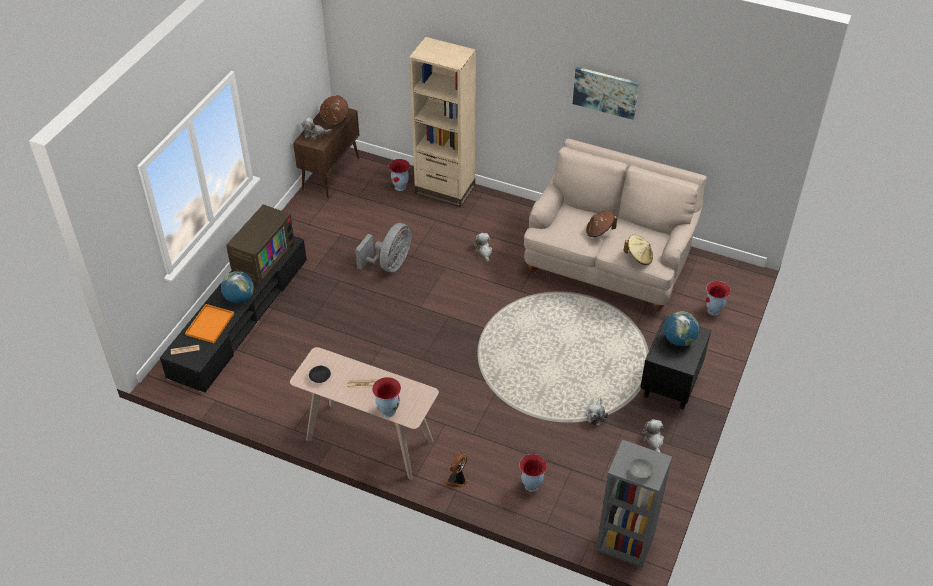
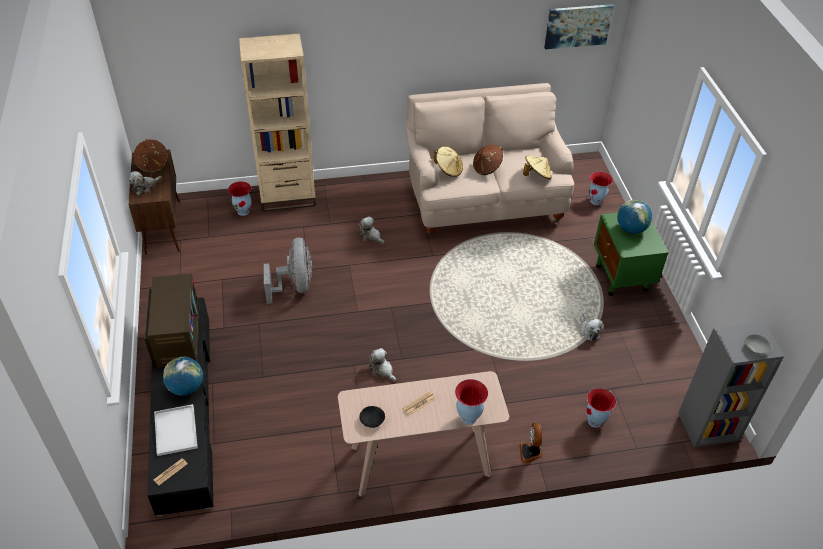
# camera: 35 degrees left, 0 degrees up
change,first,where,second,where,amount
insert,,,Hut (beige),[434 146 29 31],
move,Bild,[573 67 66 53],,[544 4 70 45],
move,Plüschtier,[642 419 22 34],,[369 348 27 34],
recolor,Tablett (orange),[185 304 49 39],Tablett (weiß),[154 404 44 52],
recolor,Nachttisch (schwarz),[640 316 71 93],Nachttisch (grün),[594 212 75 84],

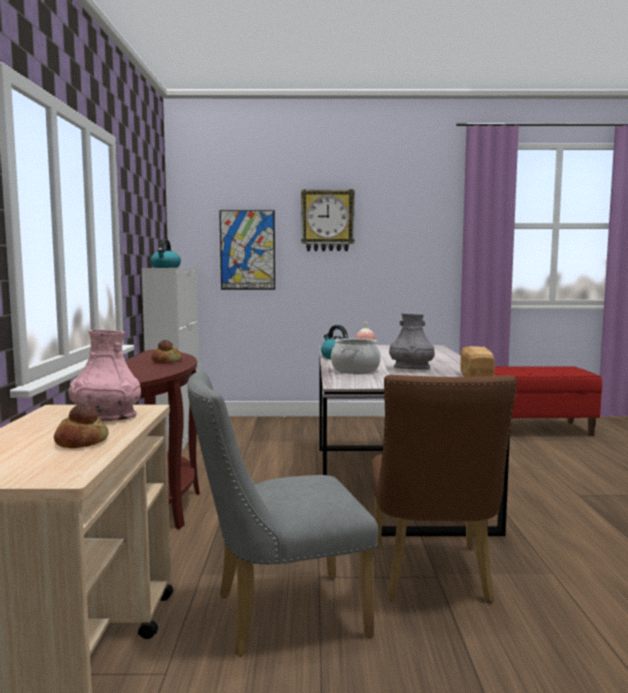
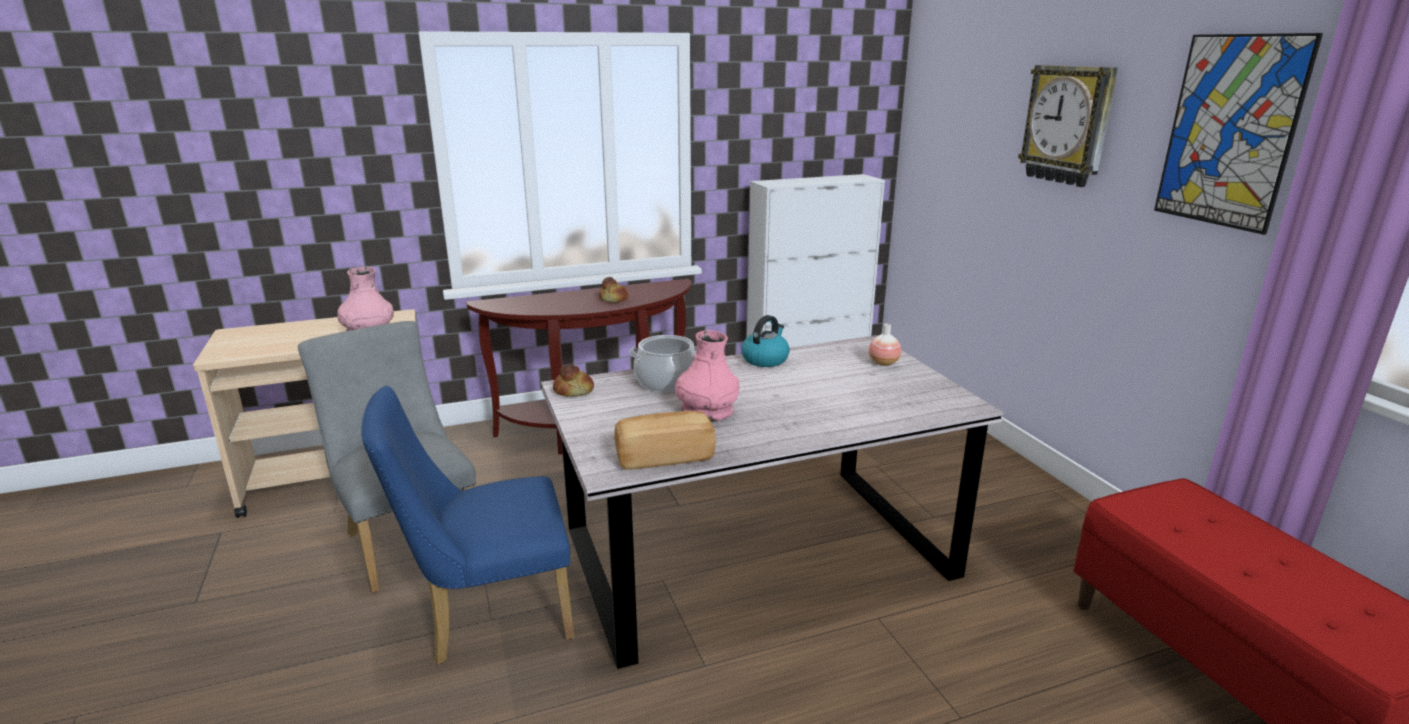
# camera: 70 degrees right, 15 degrees up
change,first,where,second,where,amount
delete,Wasserkessel,[151 239 30 29],,,
move,Brot,[54 403 55 45],,[553 364 41 32],
move,Bild,[219 210 56 80],,[1154 33 169 202],
recolor,Stuhl (braun),[371 375 146 227],Stuhl (blau),[361 386 213 279],
recolor,Vase (grau),[389 314 46 56],Vase (rosa),[675 330 65 91],

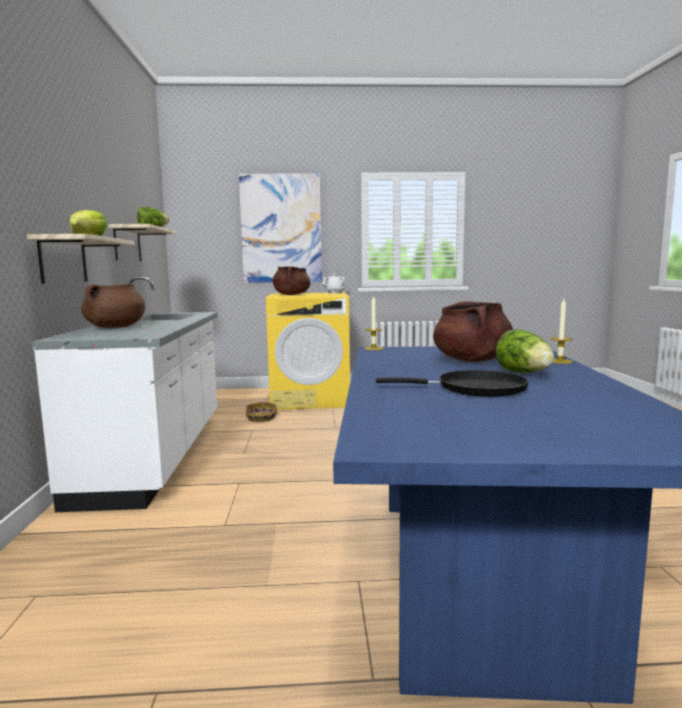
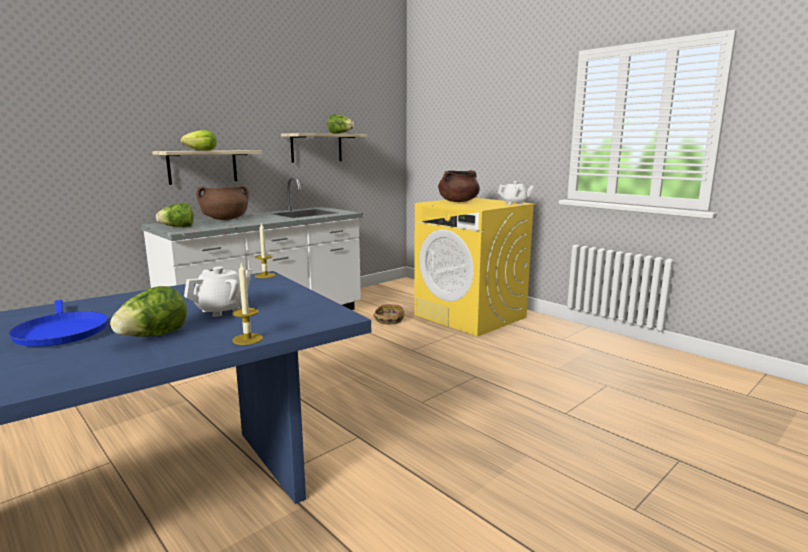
# camera: 50 degrees right, 5 degrees up
change,first,where,second,where,amount
delete,Bild,[239 173 83 110],,,
insert,,,Salatkopf,[156 203 38 24],
replace,Kochtopf (braun),[433 301 80 61],Teekanne (weiß),[184 266 68 51],
recolor,Pfanne (schwarz),[376 370 153 27],Pfanne (blau),[8 300 100 47],

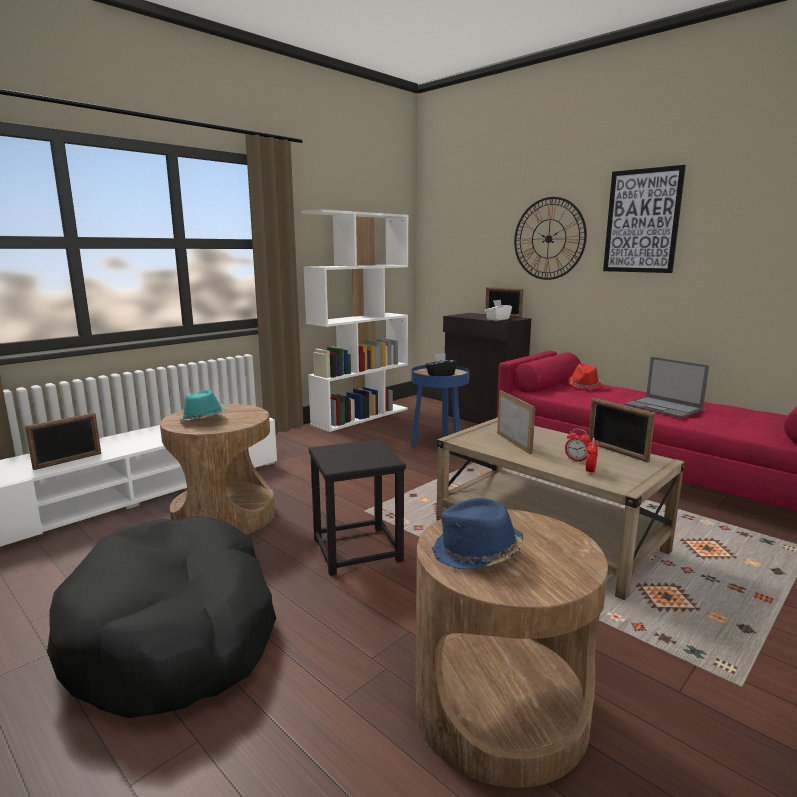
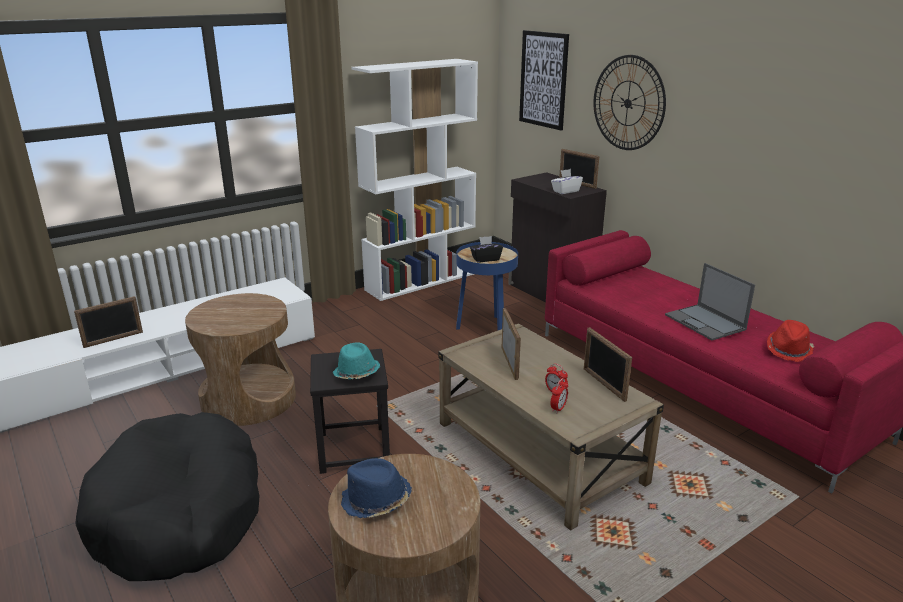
# camera: 10 degrees right, 10 degrees up
change,first,where,second,where,amount
move,Hut (türkis),[178 390 48 31],,[333 342 47 37],
move,Hut (rot),[568 364 33 26],,[767 320 47 42],
move,Bild,[603 165 83 108],,[519 30 50 100],

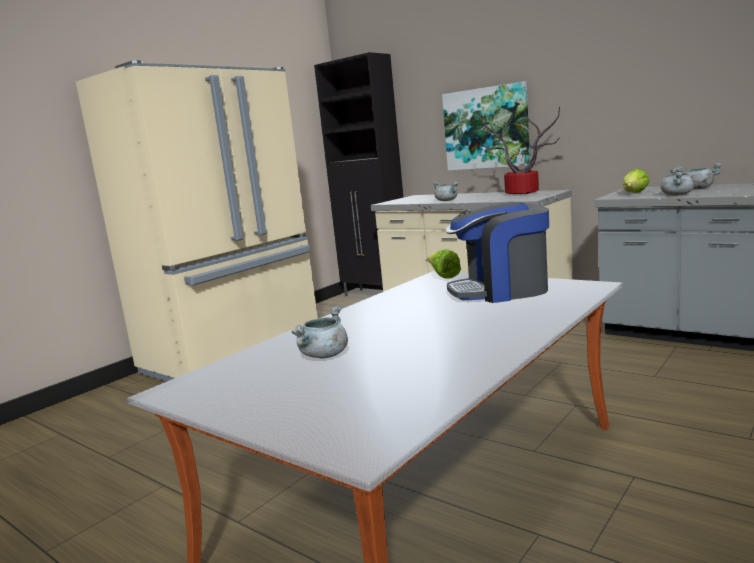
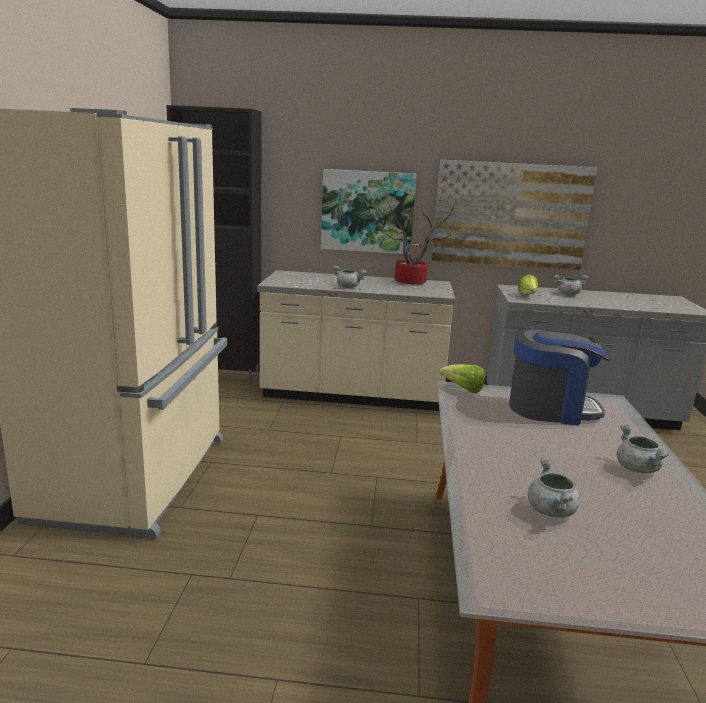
# camera: 35 degrees left, 5 degrees up
change,first,where,second,where,amount
insert,,,Bild,[431 160 166 110],
move,Kochtopf (grau),[660 168 34 27],,[617 425 52 48],
rotate,Kaffeemaschine,[445 201 104 102],,[509 330 102 95],135 degrees counterclockwise

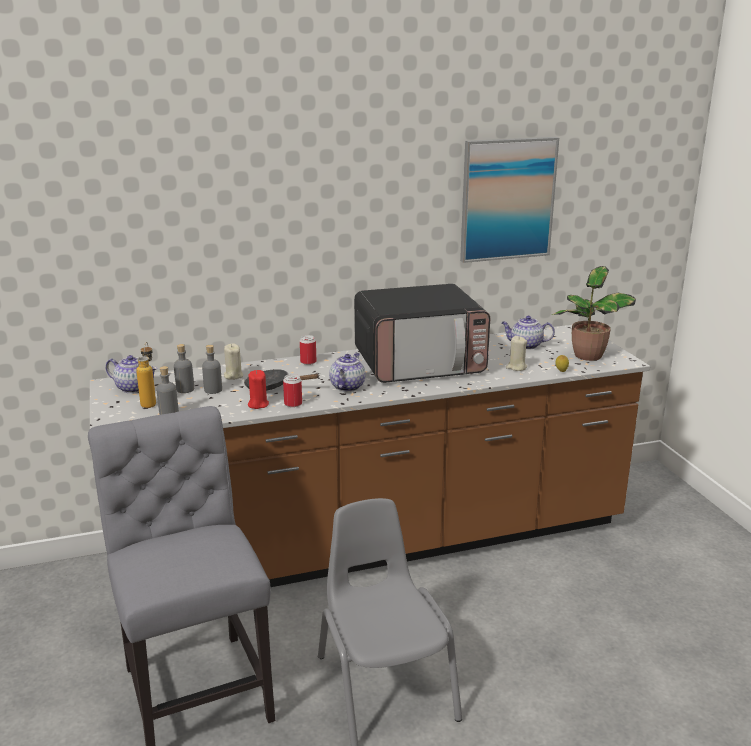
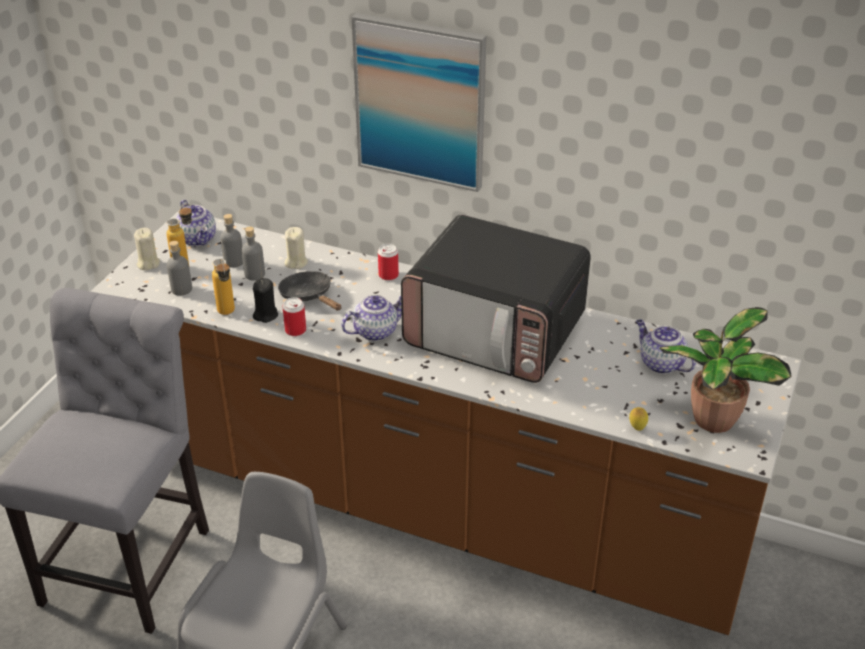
# camera: 40 degrees right, 15 degrees up
change,first,where,second,where,amount
insert,,,Flasche,[212 259 23 56],
move,Bild,[460 137 99 126],,[352 13 135 179],
move,Kerze (beige),[506 336 21 35],,[134 228 26 42],
recolor,Kerze (rot),[248 370 21 39],Kerze (schwarz),[253 278 25 45],

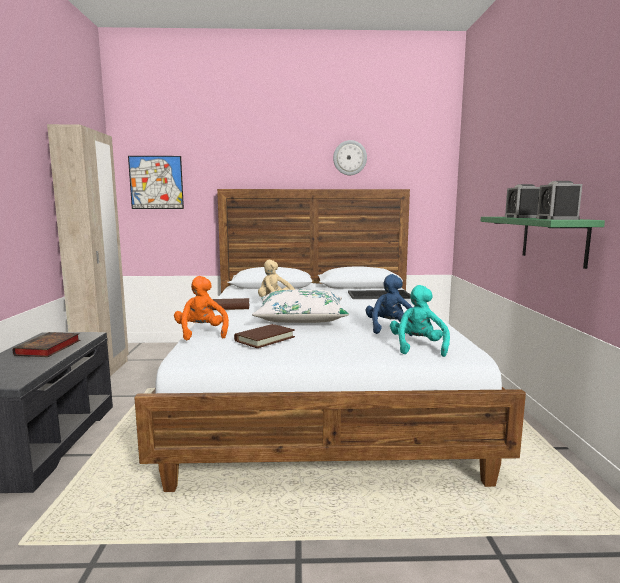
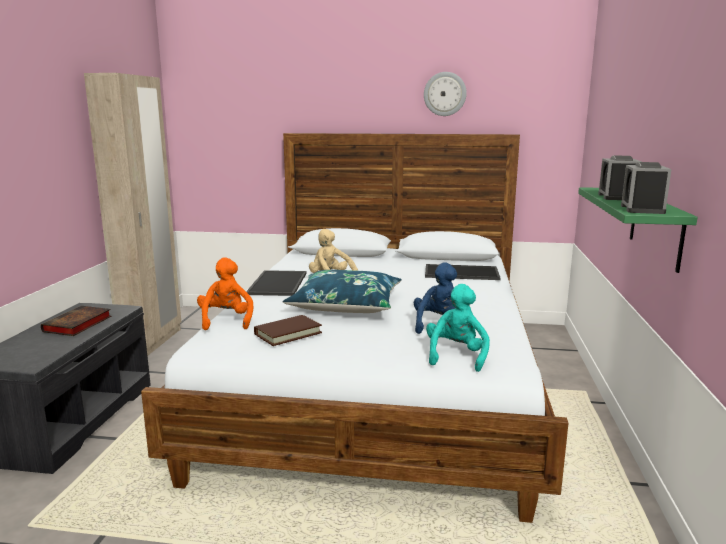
# camera: 10 degrees right, 5 degrees up
change,first,where,second,where,amount
delete,Bild,[128 156 56 53],,,
replace,Buch (braun),[211 298 38 12],Tablett,[246 270 61 26],
recolor,Kissen (weiß),[252 290 97 33],Kissen (blau),[282 270 120 43],

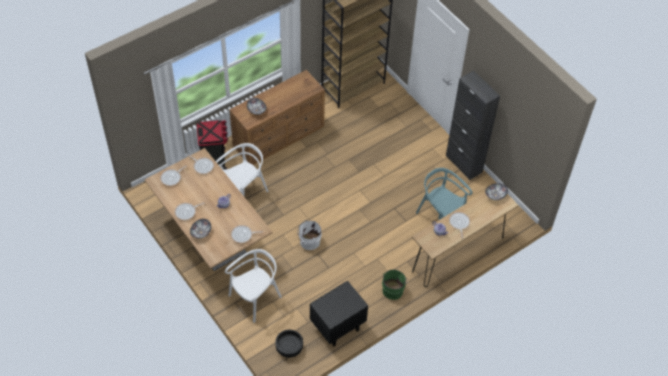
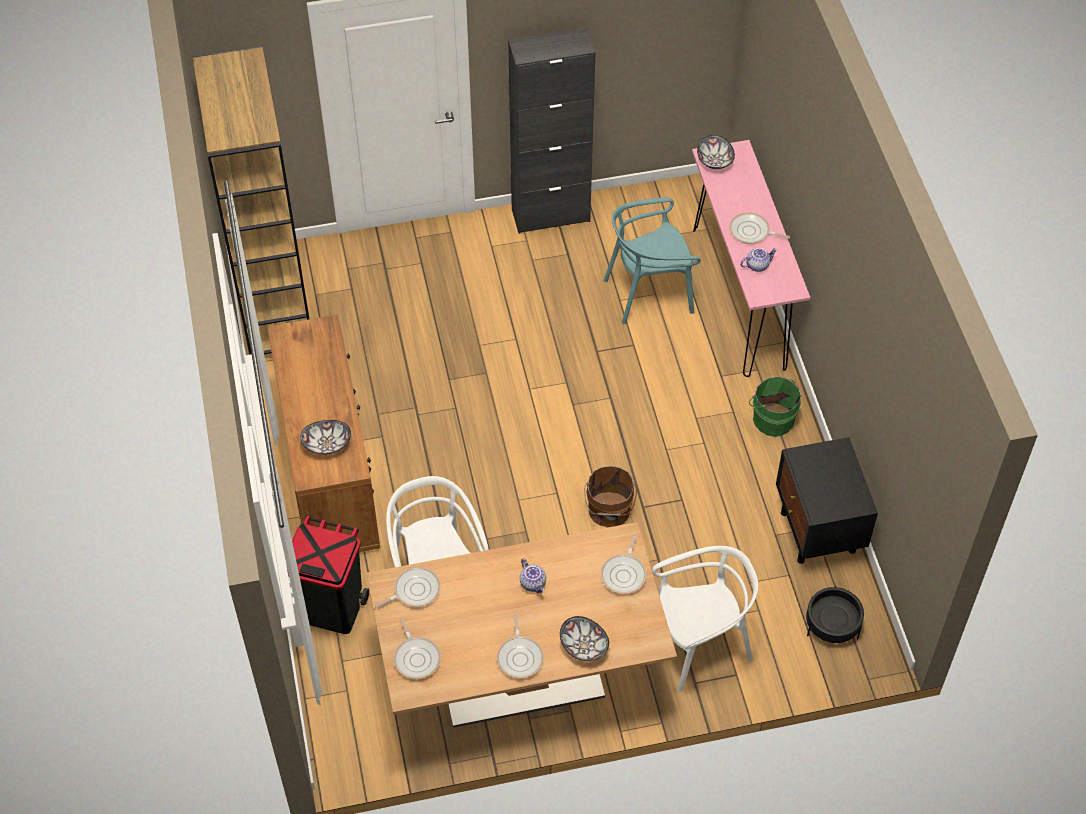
# camera: 65 degrees left, 0 degrees up
change,first,where,second,where,amount
recolor,Eimer (weiß),[297 220 25 30],Eimer (braun),[584 466 53 61],
recolor,Konsolentisch (braun),[412 192 106 95],Konsolentisch (rosa),[692 140 118 237],
rotate,Stuhl (weiß),[225 249 57 74],,[652 546 106 146],90 degrees clockwise

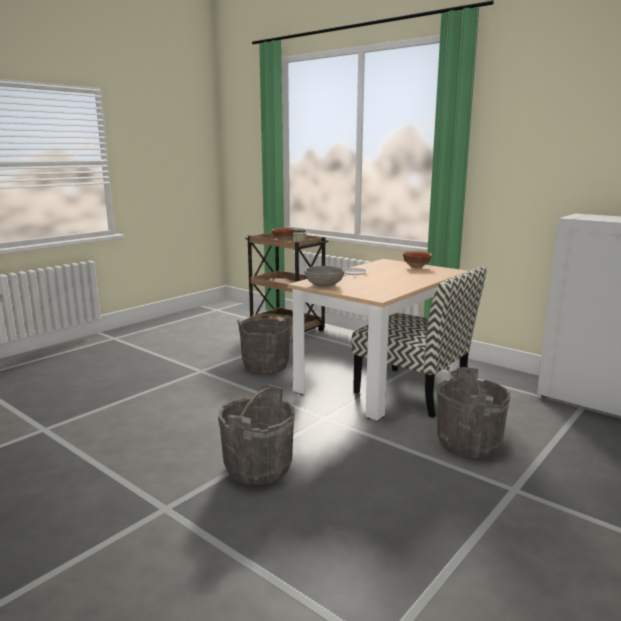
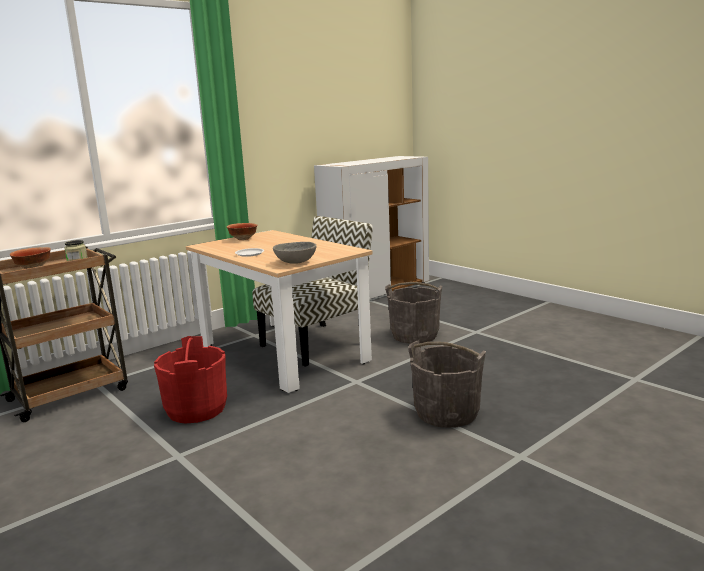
# camera: 80 degrees left, 0 degrees up
change,first,where,second,where,amount
recolor,Eimer (grau),[237 314 55 60],Eimer (rot),[154 336 73 87],

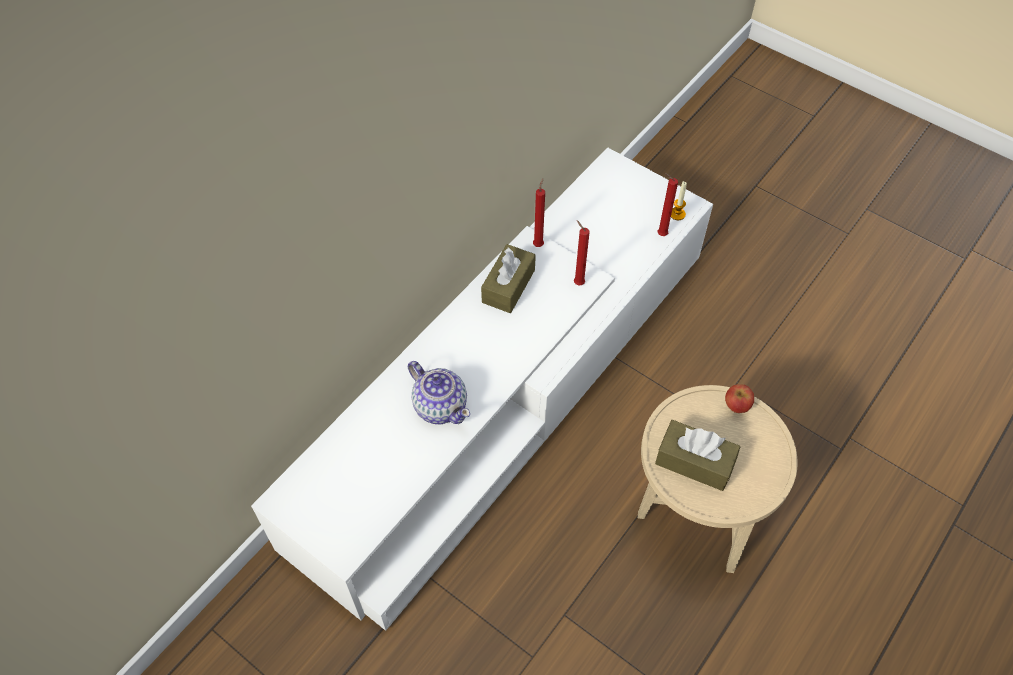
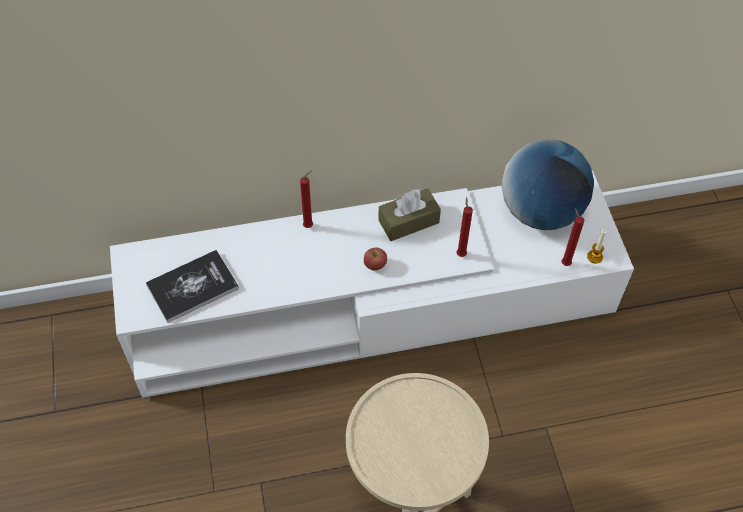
# camera: 40 degrees right, 0 degrees up
change,first,where,second,where,amount
delete,Teekanne,[408 361 62 64],,,
delete,Taschentuchbox (braun),[655 420 85 71],,,
insert,,,Buch,[146 250 93 73],
insert,,,Globus,[502 139 92 91],
move,Kerze (rot),[533 178 12 69],,[300 170 13 58],
move,Apfel,[725 384 29 29],,[364 247 23 24],

